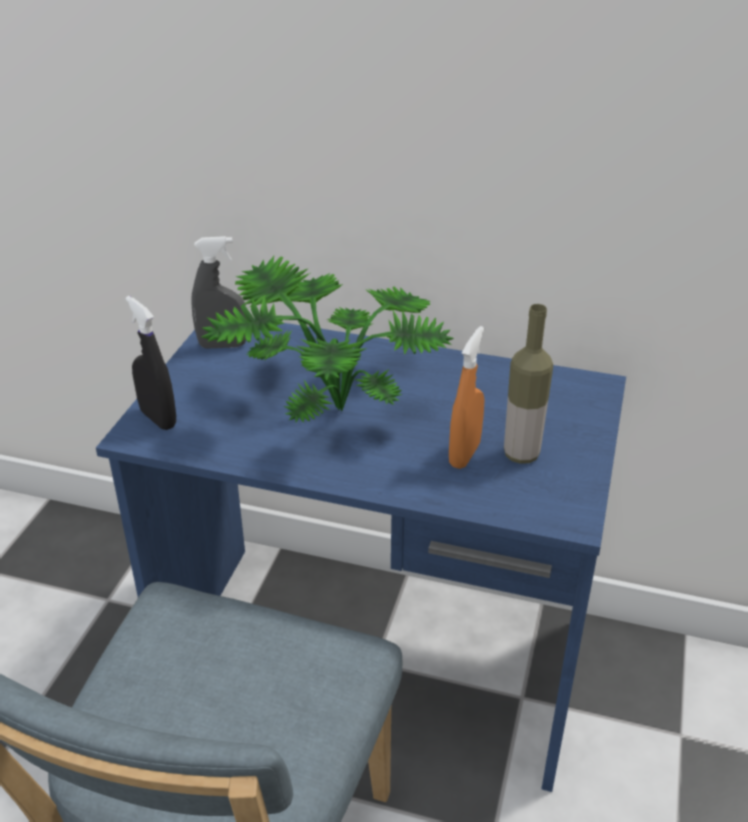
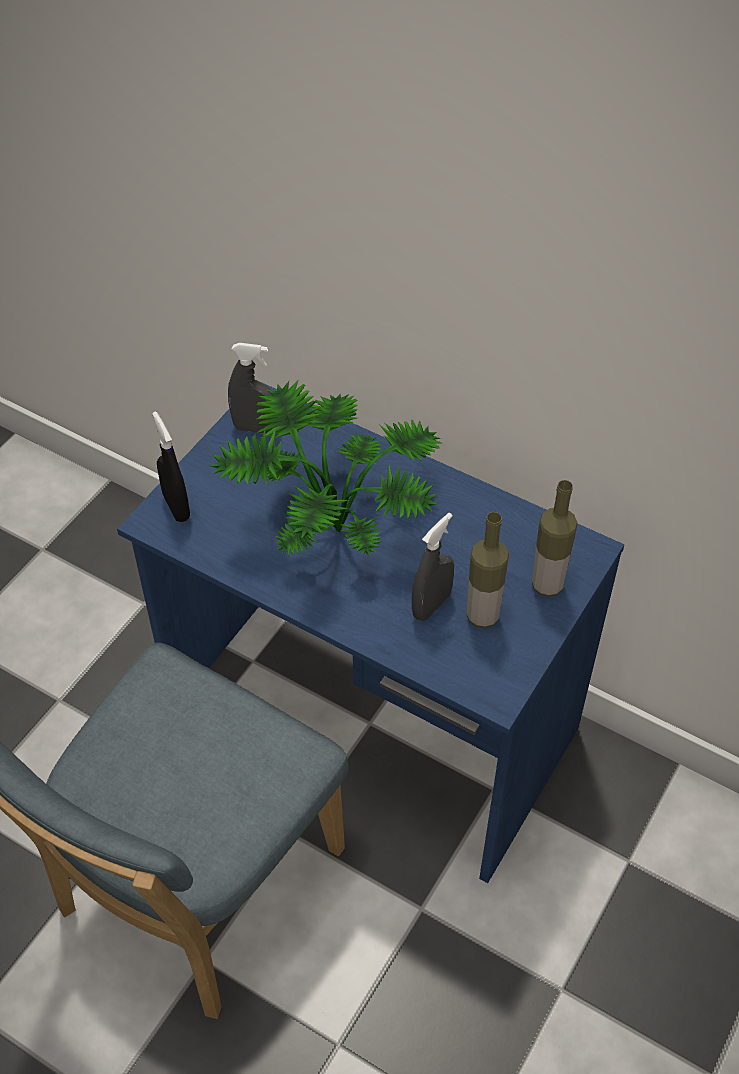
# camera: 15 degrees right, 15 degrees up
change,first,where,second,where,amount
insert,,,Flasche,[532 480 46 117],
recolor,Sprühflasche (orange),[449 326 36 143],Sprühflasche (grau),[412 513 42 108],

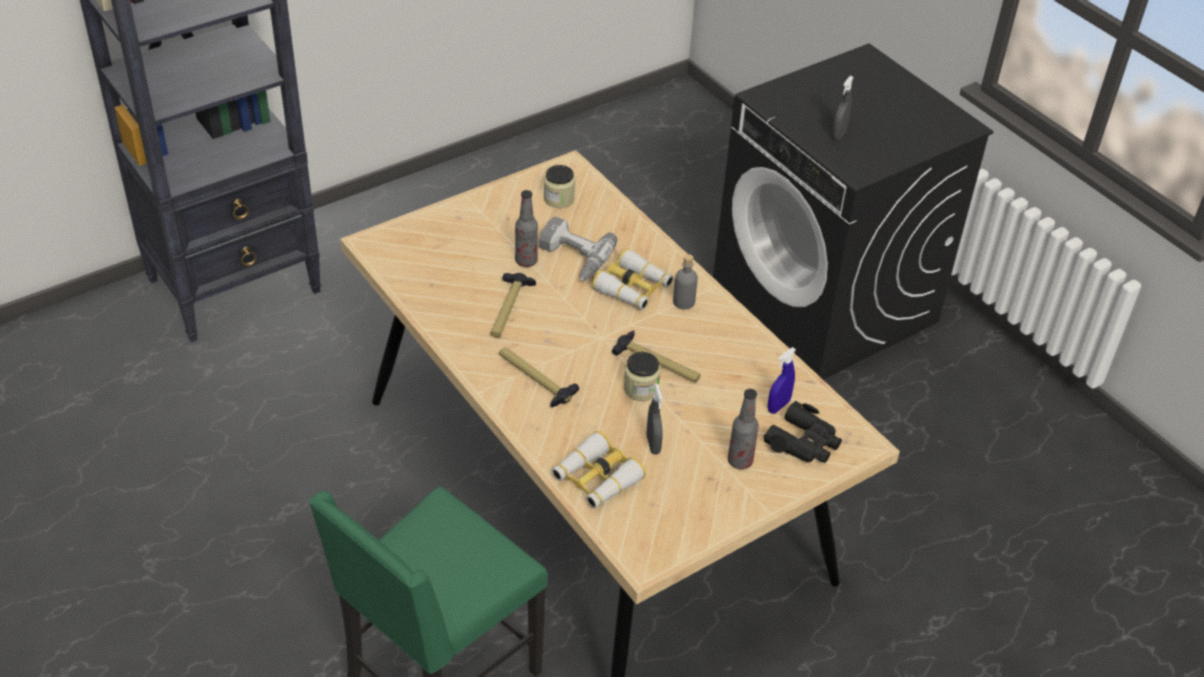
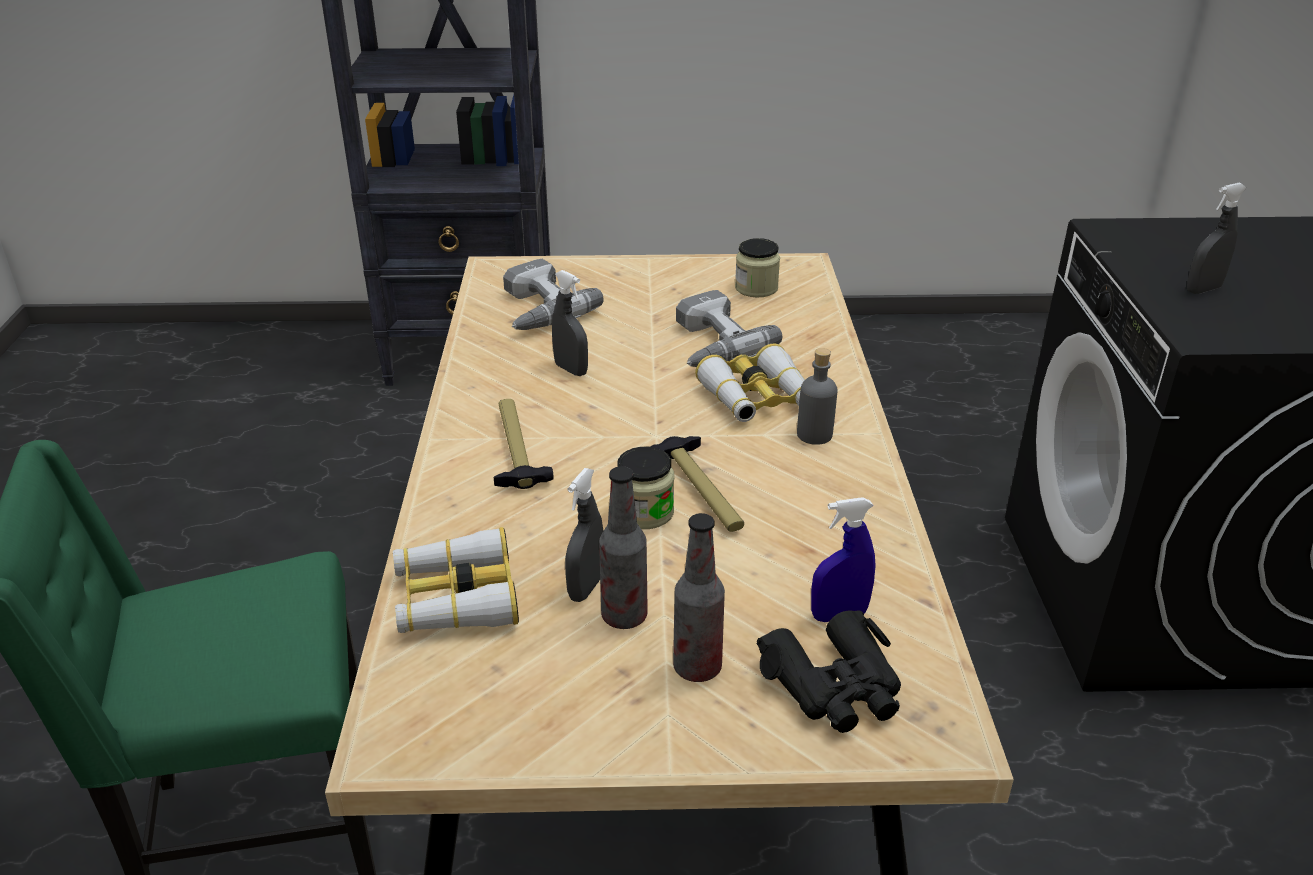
# camera: 35 degrees right, 10 degrees down
change,first,where,second,where,amount
insert,,,Bohrmaschine,[503 259 101 71],
move,Flasche,[515 190 23 77],,[599 466 49 163],
replace,Hammer,[491 273 45 64],Sprühflasche (grau),[552 270 36 106],

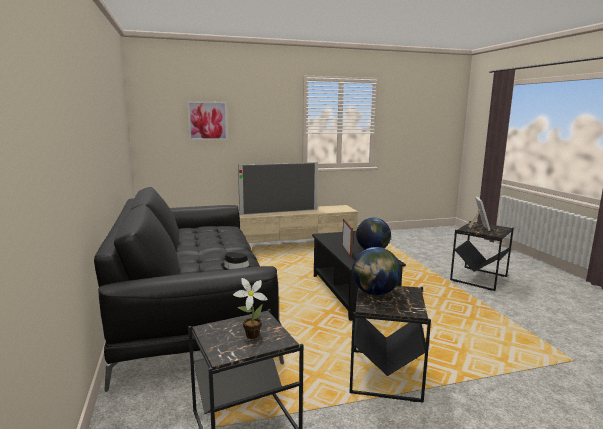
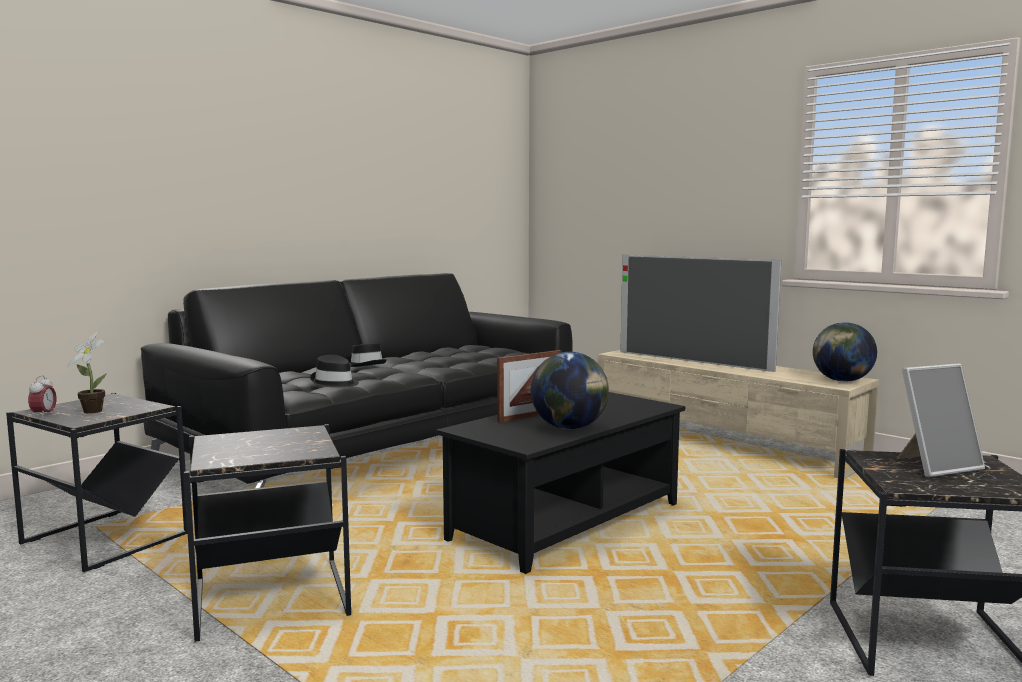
# camera: 60 degrees right, 5 degrees down
change,first,where,second,where,amount
delete,Bild,[187 101 41 39],,,
insert,,,Wecker,[28 375 29 43],
insert,,,Hut (schwarz),[349 343 38 24],
move,Globus,[352 247 49 48],,[813 322 64 60],

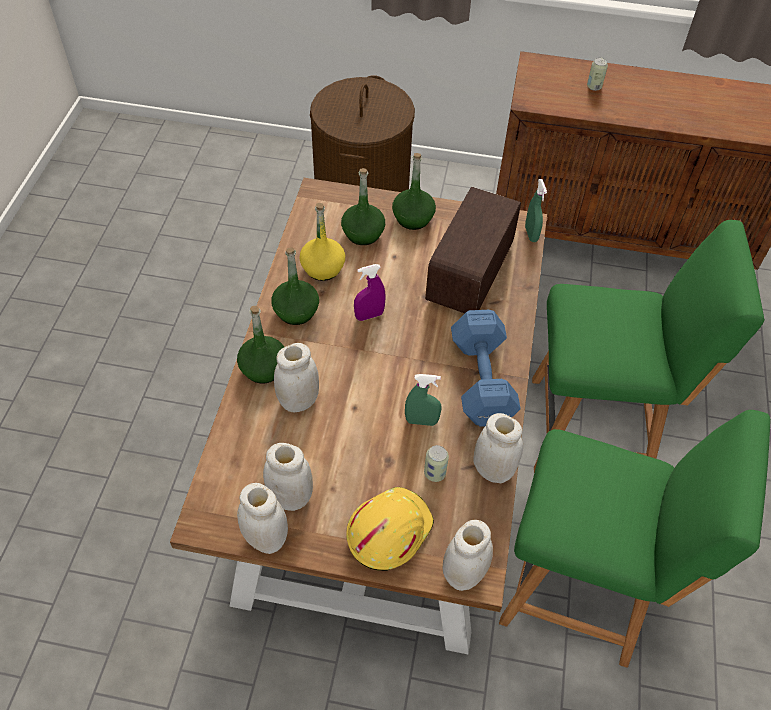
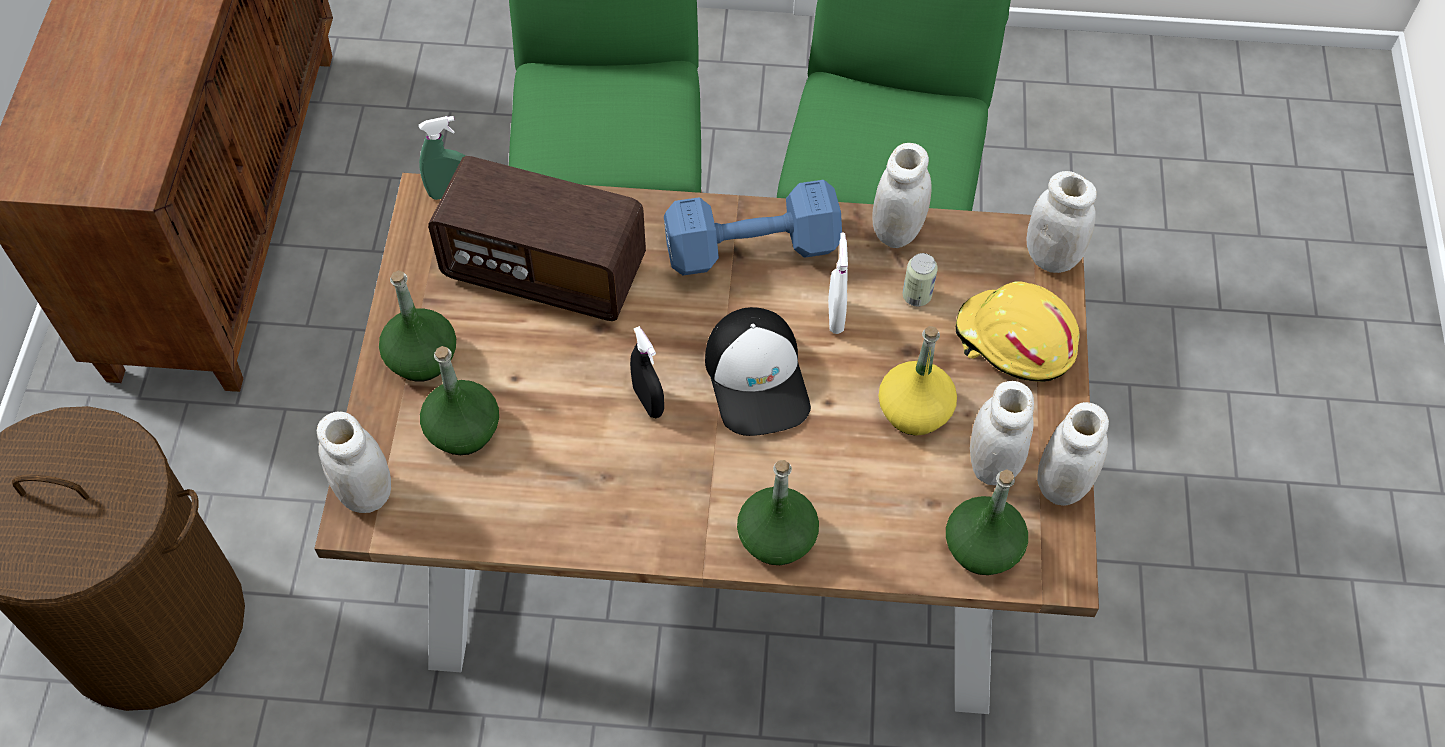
# camera: 95 degrees left, 5 degrees up
change,first,where,second,where,amount
delete,Dose,[587 58 21 33],,,
insert,,,Kappe,[705 307 106 129],
move,Flasche (grün),[271 247 48 78],,[946 469 82 106],
move,Vorratsglas (weiß),[274 343 45 70],,[317 411 74 102],
move,Flasche (gelb),[299 203 46 78],,[879 326 78 110],
recolor,Sprühflasche (lila),[354 264 32 57],Sprühflasche (schwarz),[630 326 34 92],
recolor,Sprühflasche (grün),[405 374 37 52],Sprühflasche (weiß),[828 233 20 101],

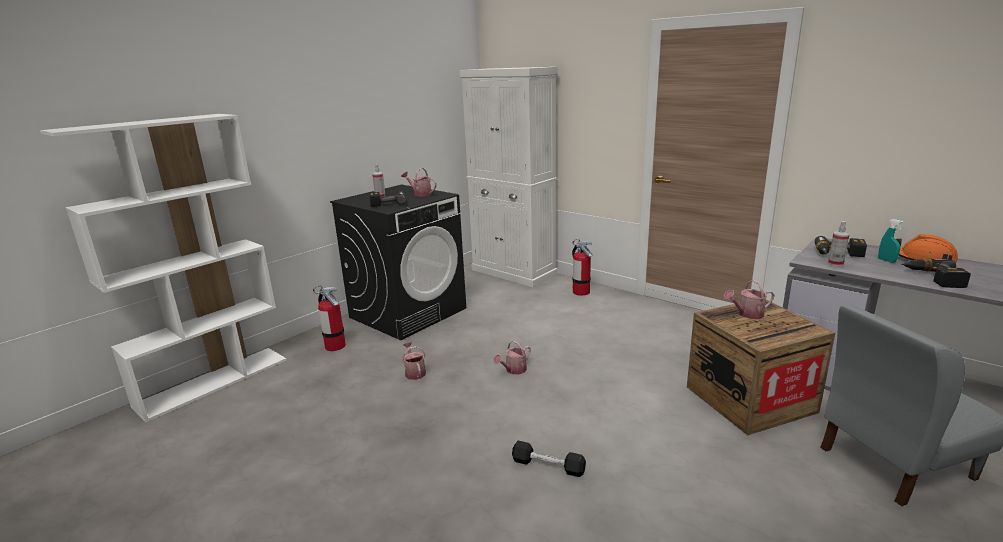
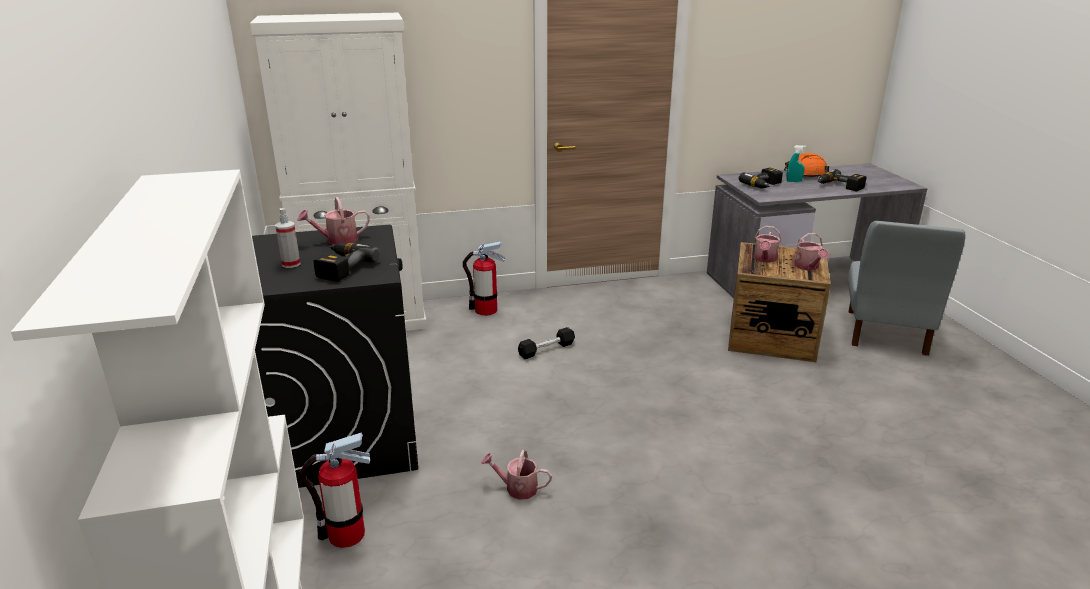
# camera: 55 degrees left, 5 degrees up
change,first,where,second,where,amount
delete,Sprühflasche,[828 221 22 45],,,
move,Gießkanne,[493 341 38 34],,[794 233 35 38],
move,Hantel (schwarz),[512 441 74 36],,[518 327 57 32],

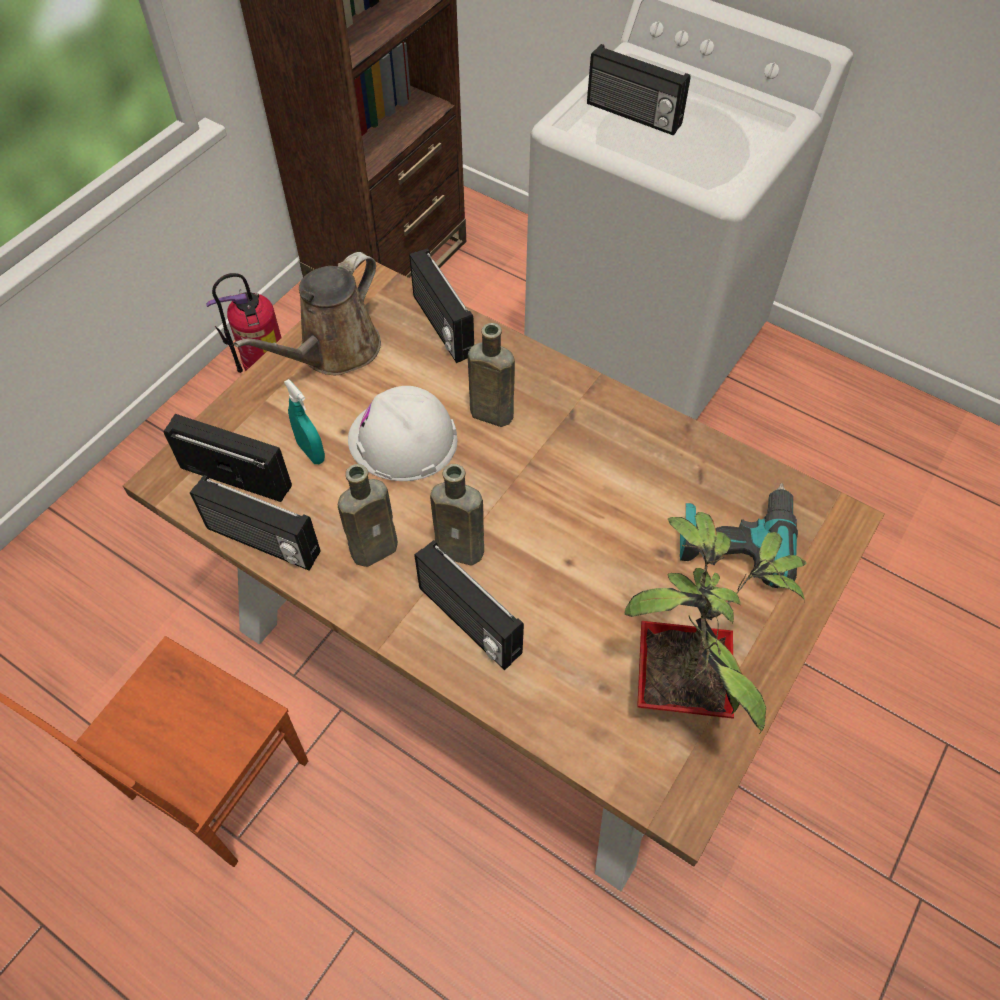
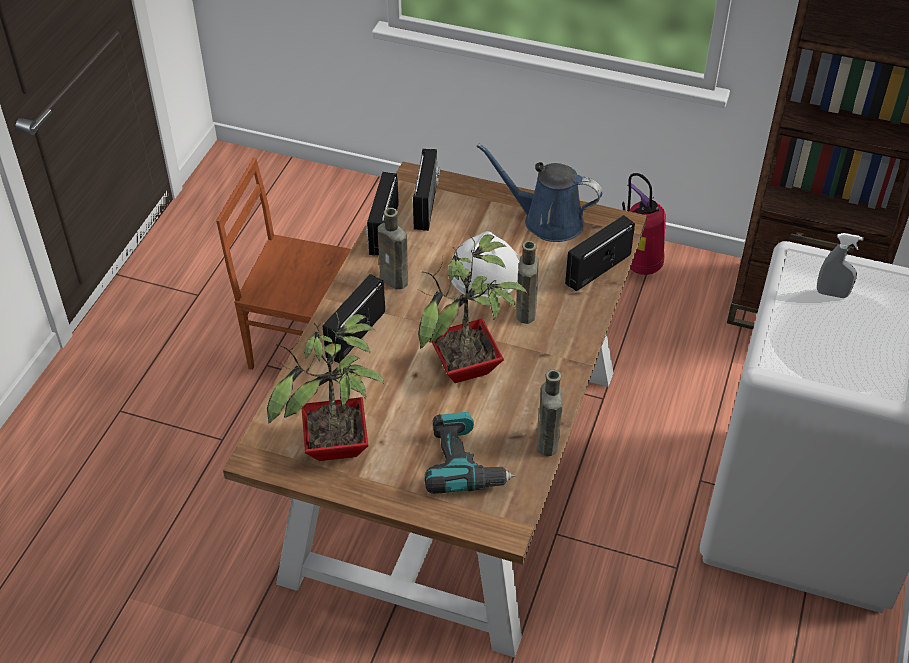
# camera: 75 degrees right, 10 degrees down
change,first,where,second,where,amount
delete,Sprühflasche (türkis),[284 379 41 85],,,
insert,,,Topfpflanze,[417 234 110 149],
move,Flasche (braun),[430 464 54 101],,[537 370 25 86],
replace,Radio,[587 44 104 91],Sprühflasche (grau),[817 233 47 65],
recolor,Gießkanne (braun),[234 252 147 123],Gießkanne (blau),[476 143 126 99],

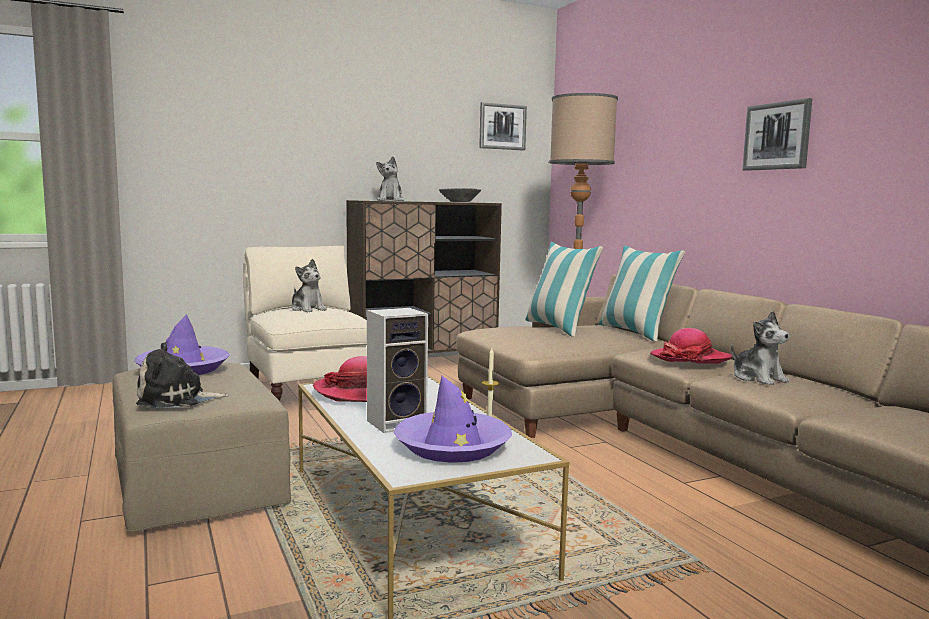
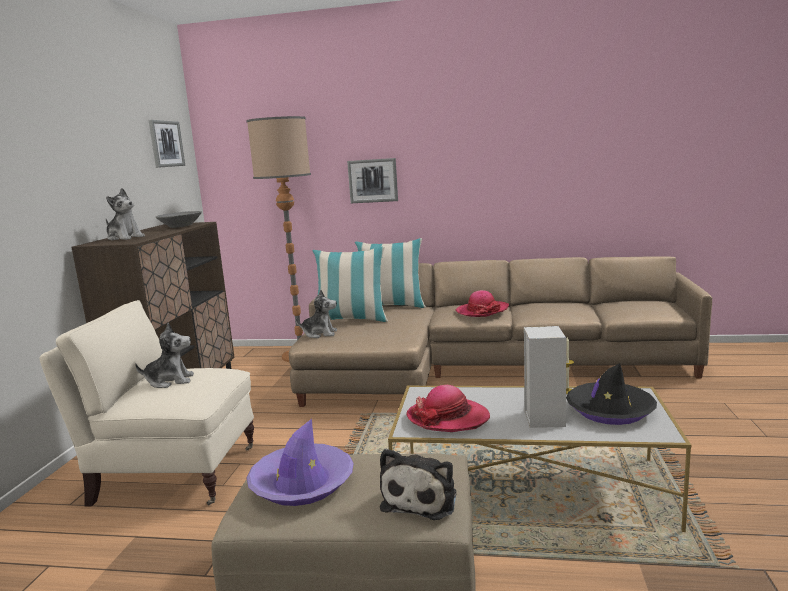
# camera: 55 degrees left, 5 degrees up
change,first,where,second,where,amount
move,Plüschtier,[731 311 59 74],,[295 290 42 48],
move,Bild,[742 98 70 73],,[347 158 51 45],
recolor,Hut (lila),[394 376 118 87],Hut (schwarz),[566 363 91 62],

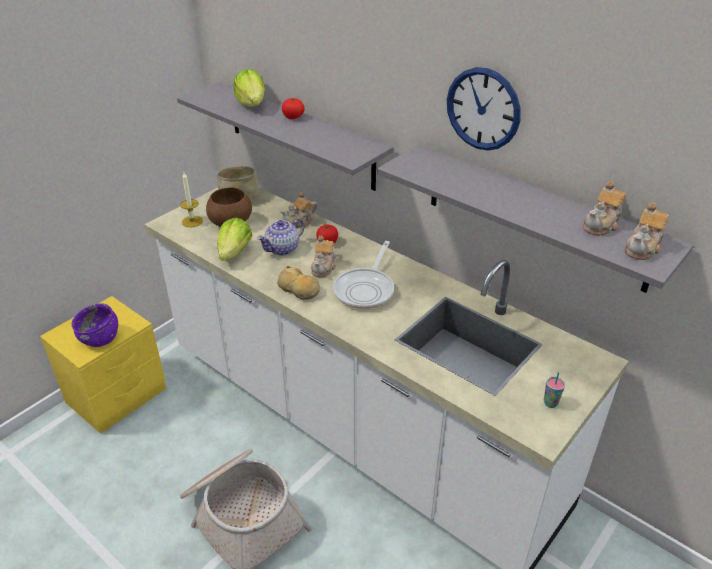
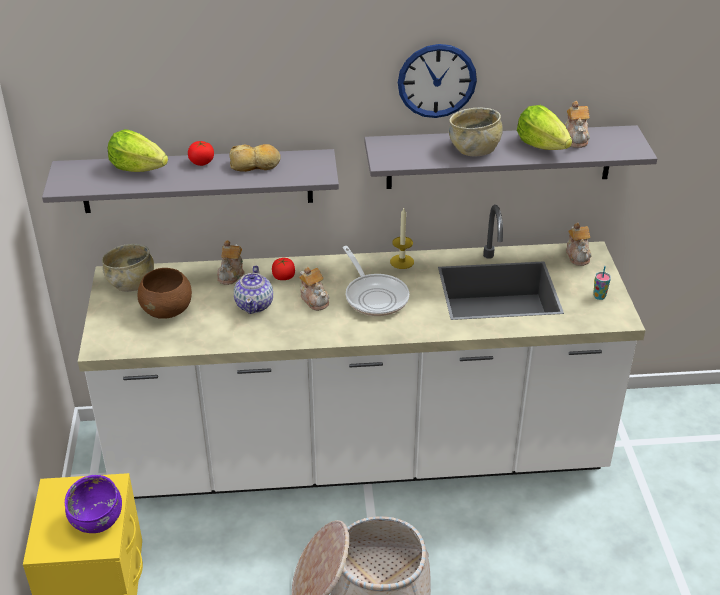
# camera: 45 degrees left, 0 degrees up
change,first,where,second,where,amount
insert,,,Schüssel (beige),[449 108 54 49],
move,Kerze,[180 173 23 54],,[390 208 24 61],
move,Salatkopf,[218 218 34 43],,[517 105 55 45],
move,Brot,[277 266 43 34],,[229 144 52 28],
move,Teekanne,[625 203 44 57],,[566 223 25 43],

